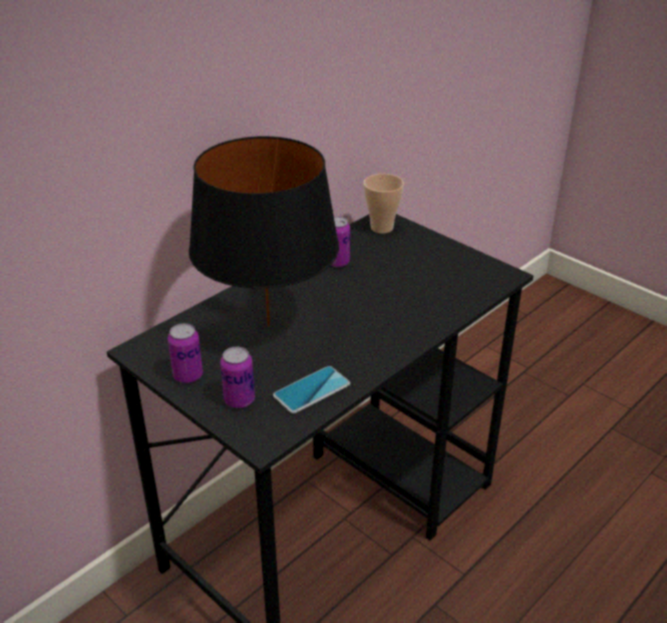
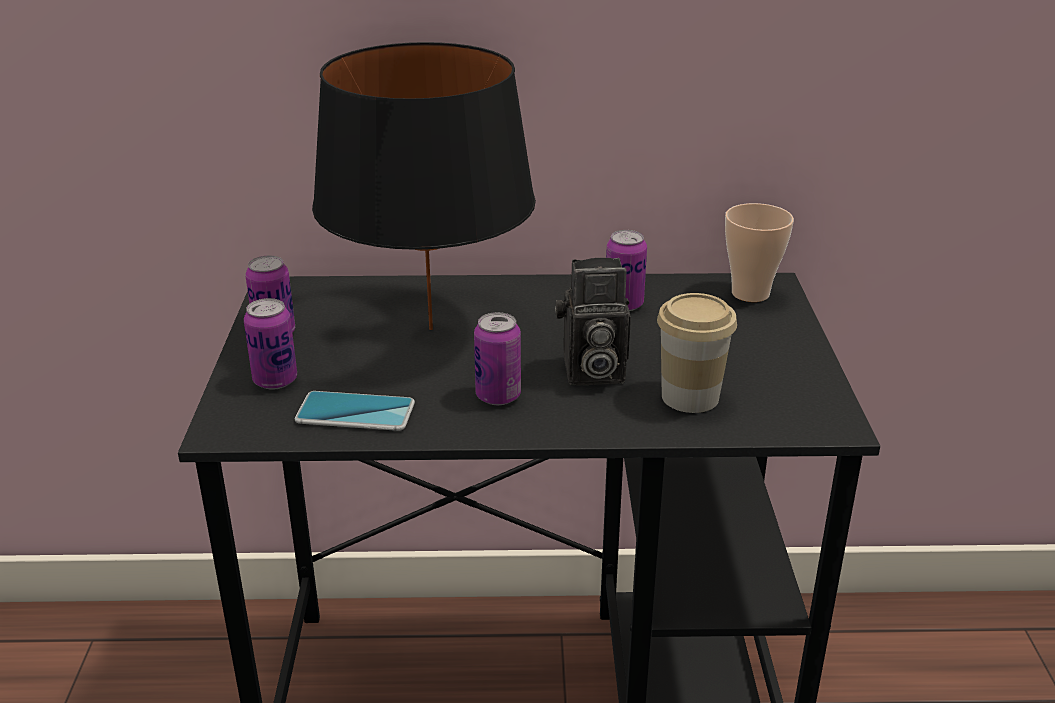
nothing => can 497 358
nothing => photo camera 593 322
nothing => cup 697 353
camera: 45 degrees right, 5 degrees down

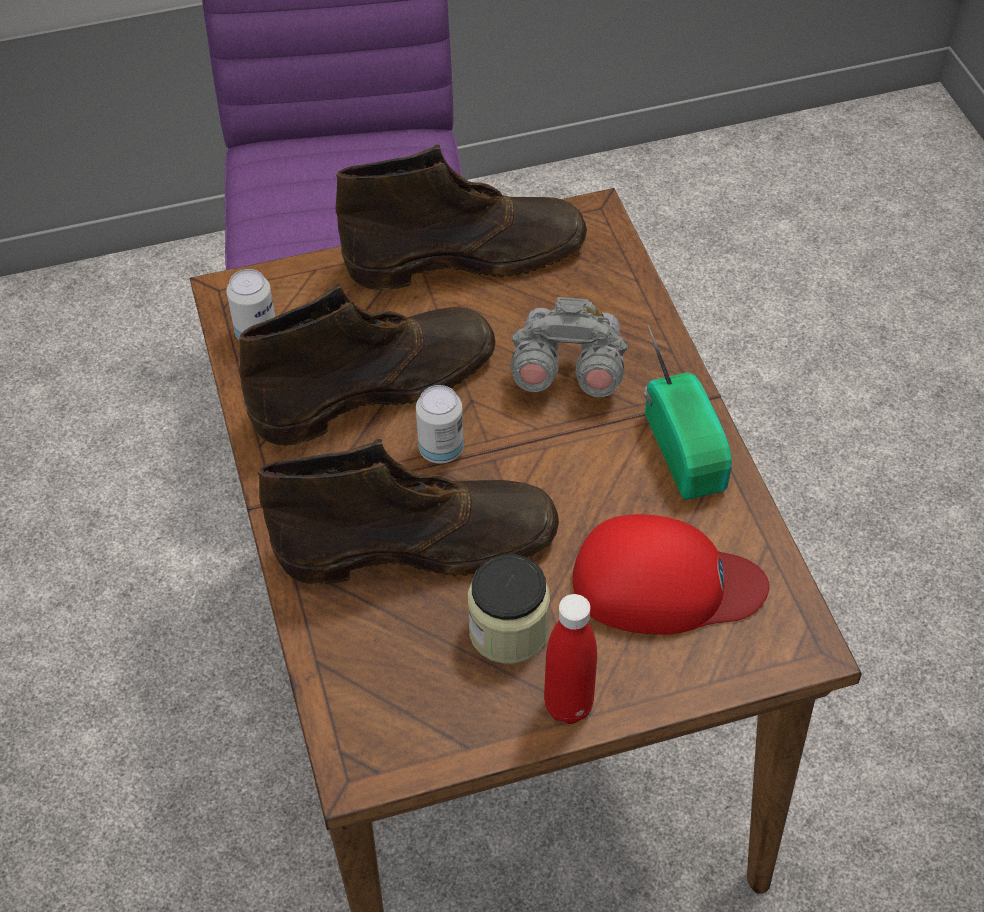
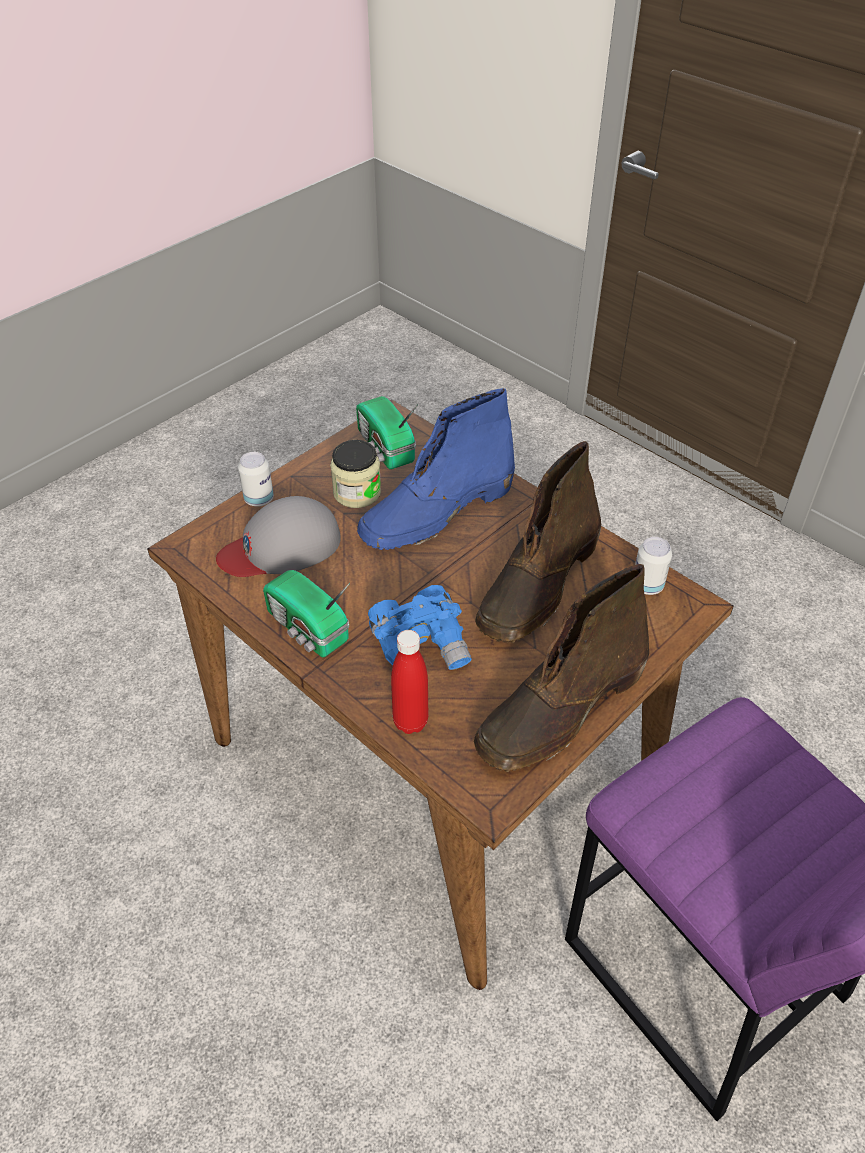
nothing => radio 387 432
can 440 424 => can 256 479, moved
red bottle 570 659 => red bottle 409 682, moved
brown boot 408 512 => blue boot 436 469
grey binoculars 569 347 => blue binoculars 420 627
red cap 670 574 => grey cap 278 536
camera: 150 degrees right, 5 degrees down

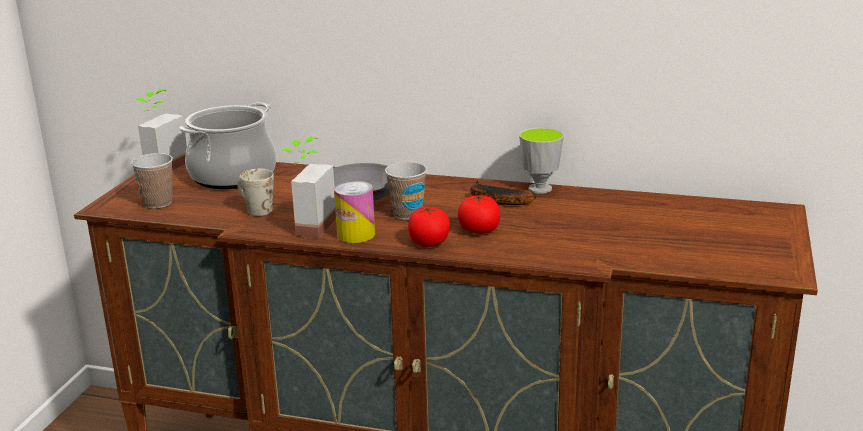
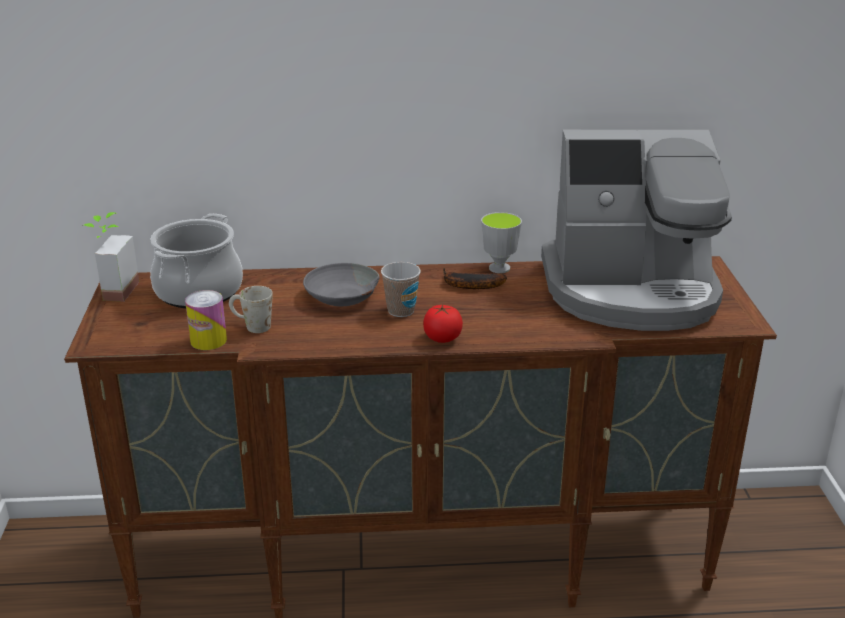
cup 152 181 => nothing
potted plant 308 187 => nothing
tomato 479 214 => nothing
nothing => coffee machine 636 230
can 354 212 => can 206 320, moved
camera: 20 degrees left, 5 degrees up

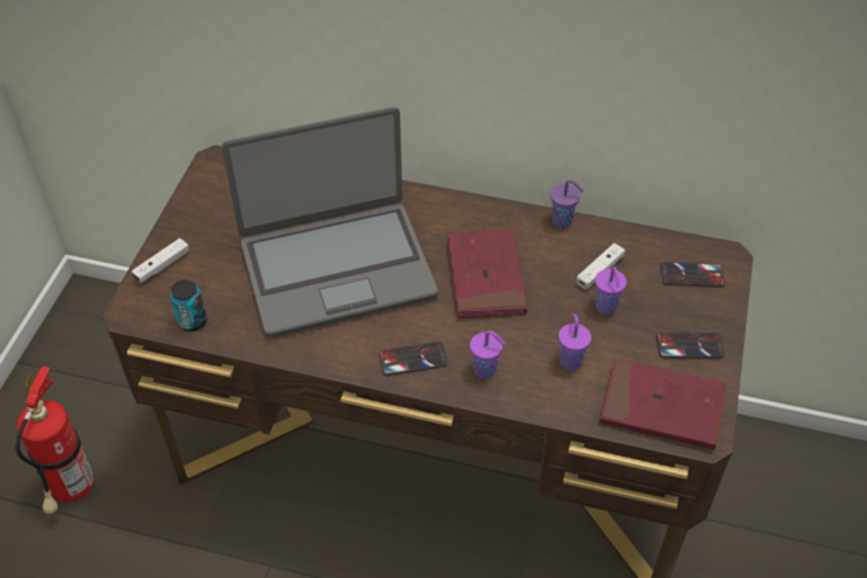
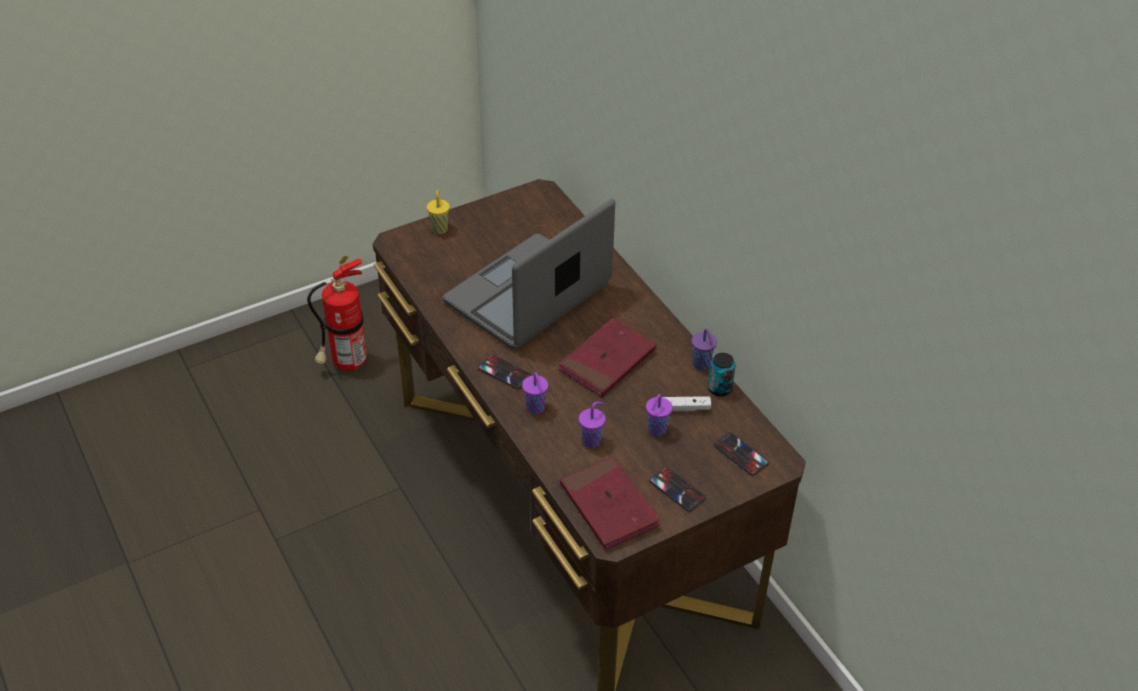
can 188 306 => can 722 375, moved
white game controller 160 260 => yellow cup 438 212
laptop 330 222 => laptop 529 274, 105 degrees clockwise
camera: 45 degrees right, 5 degrees down

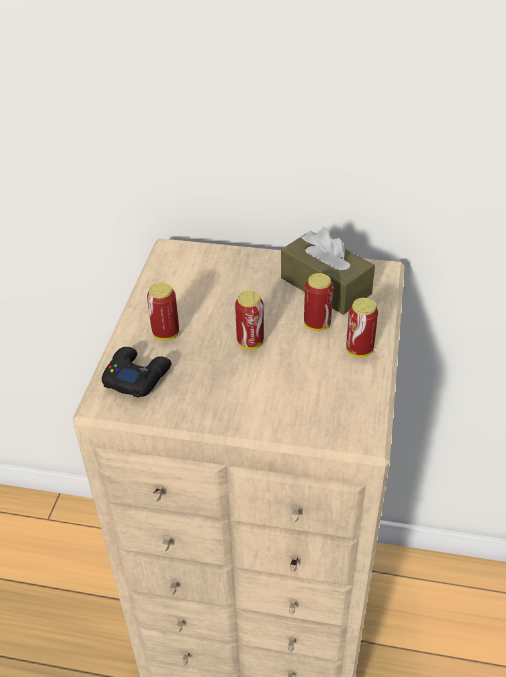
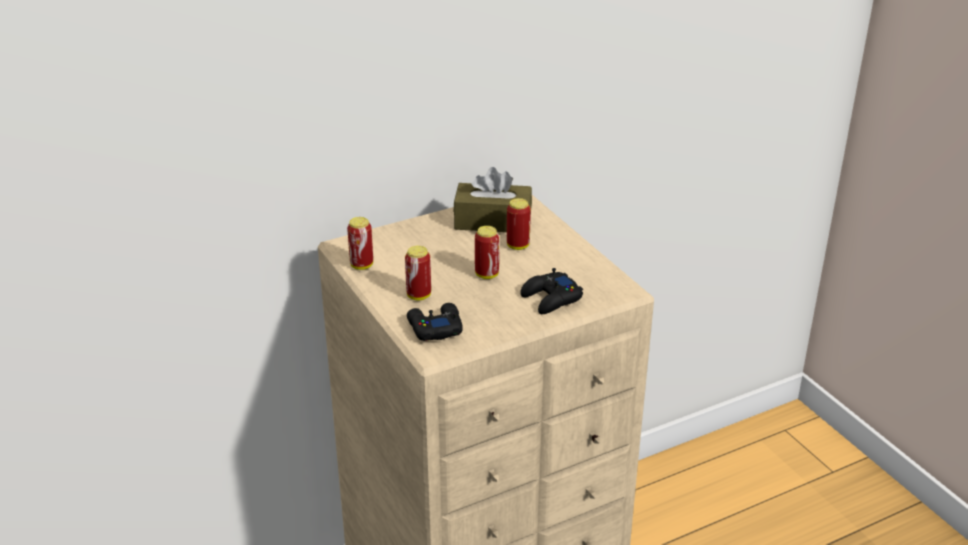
nothing => black game controller 551 291
can 362 328 => can 360 243, moved
camera: 40 degrees left, 10 degrees down

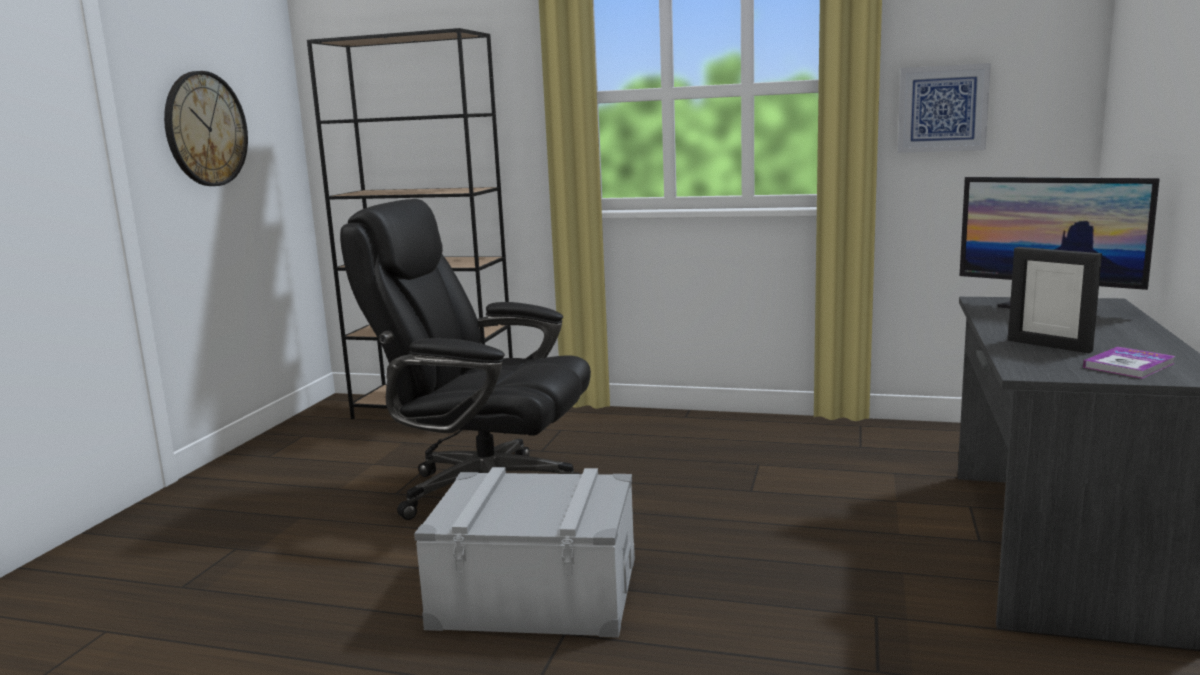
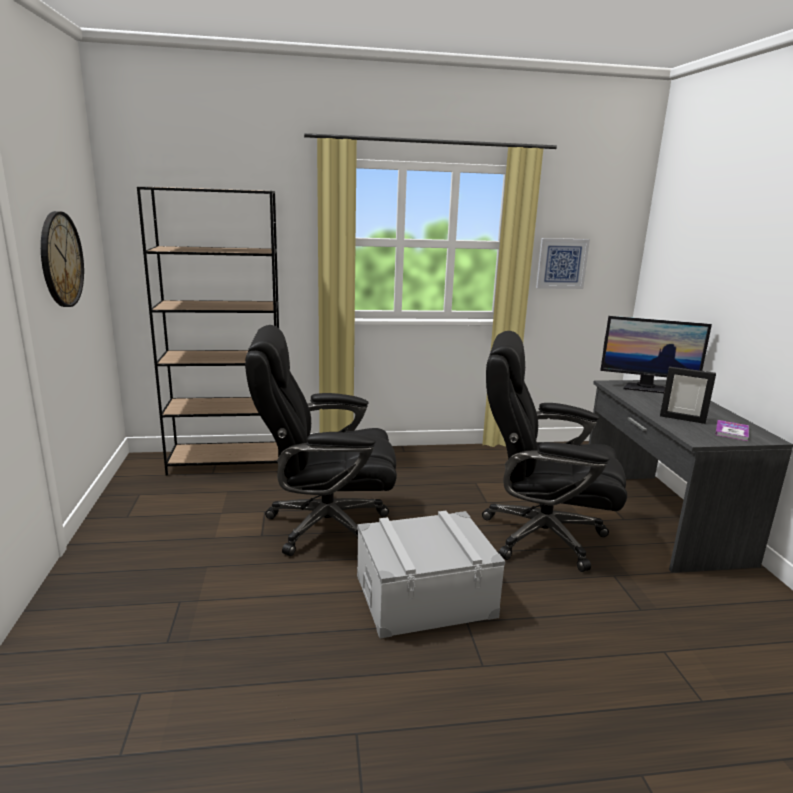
nothing => black office chair 554 451
camera: 25 degrees left, 5 degrees up

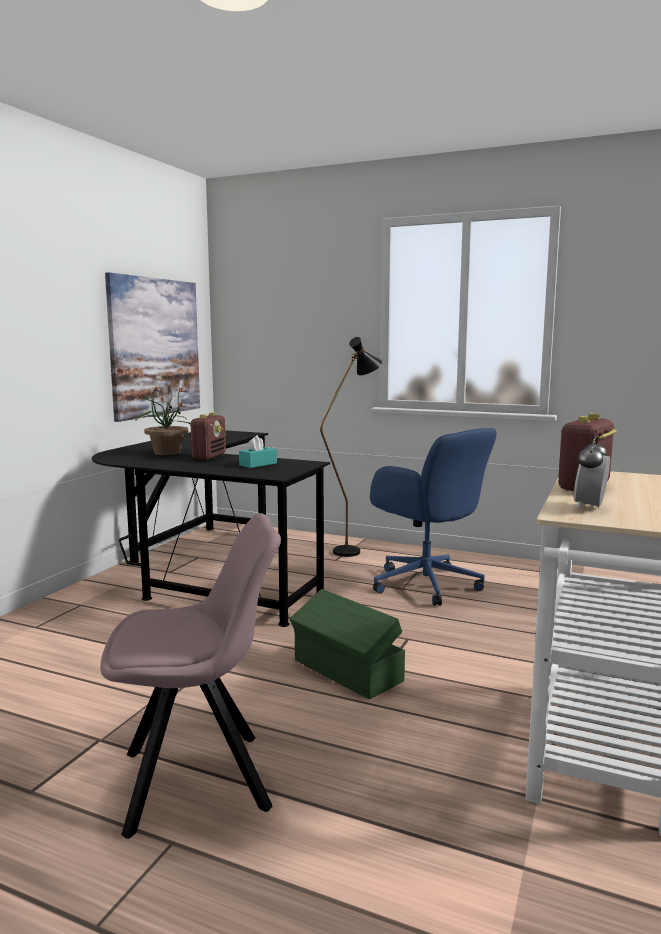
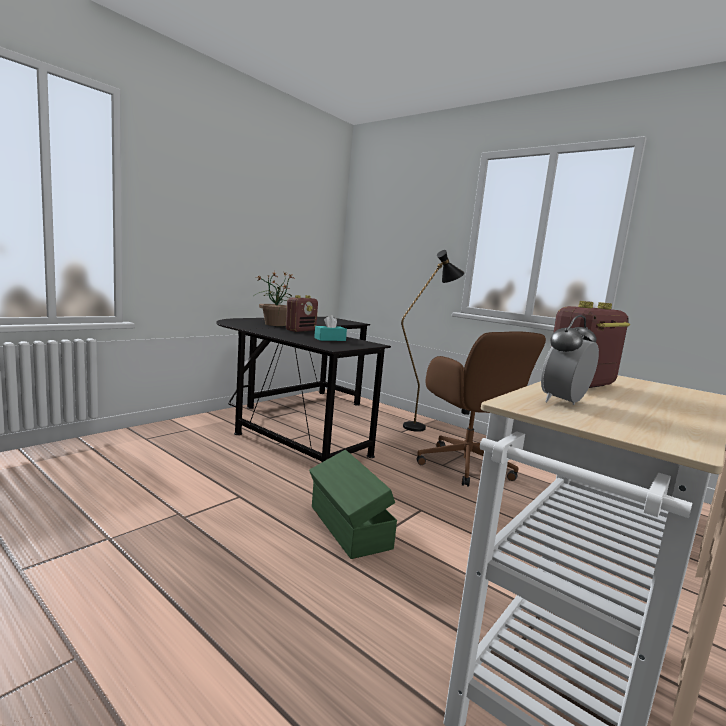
pink chair 190 676 => nothing
picture 152 347 => nothing
blue office chair 433 517 => brown office chair 481 409
camera: 15 degrees right, 0 degrees up

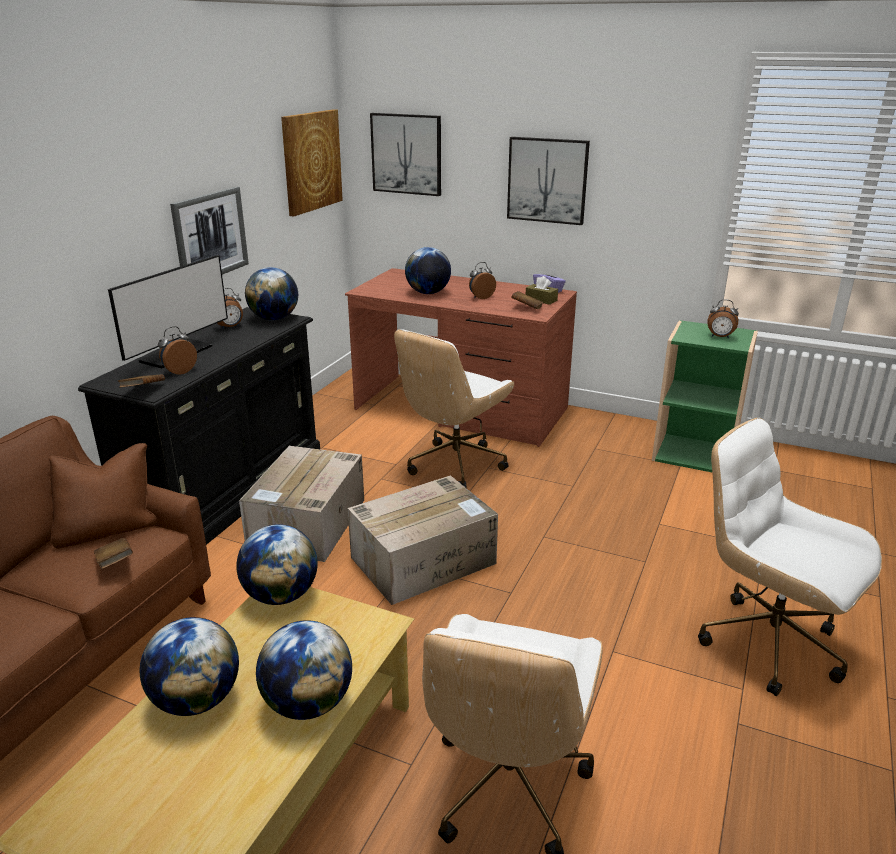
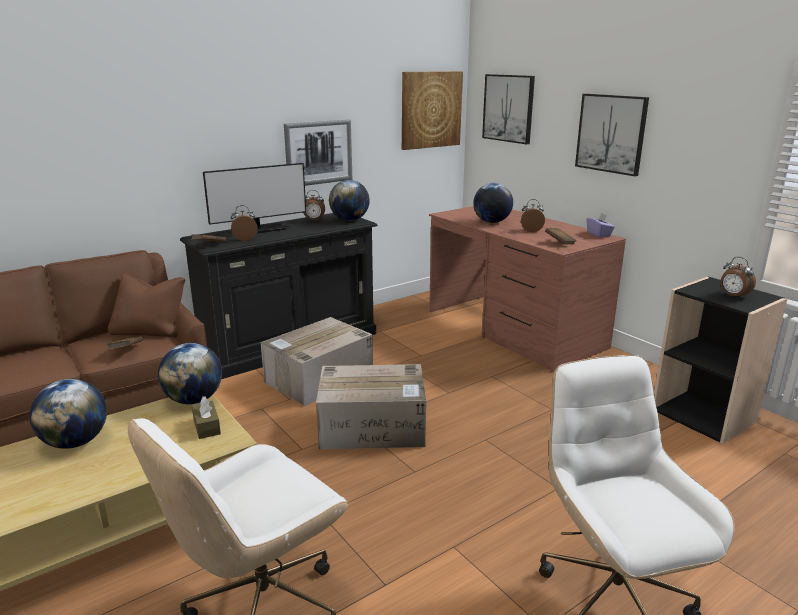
globe 304 670 => nothing
white office chair 454 408 => nothing
brown tissue box 542 290 => brown tissue box 206 417, moved
green bookcase 705 396 => black bookcase 720 360
camera: 30 degrees right, 5 degrees down

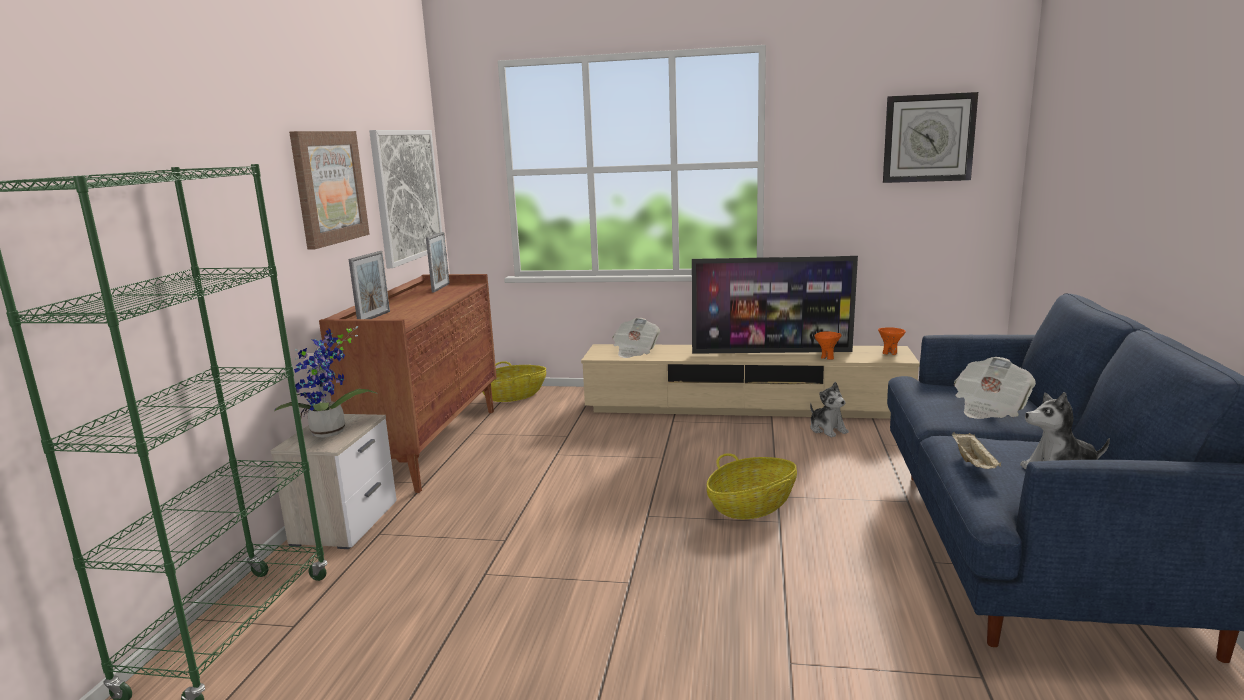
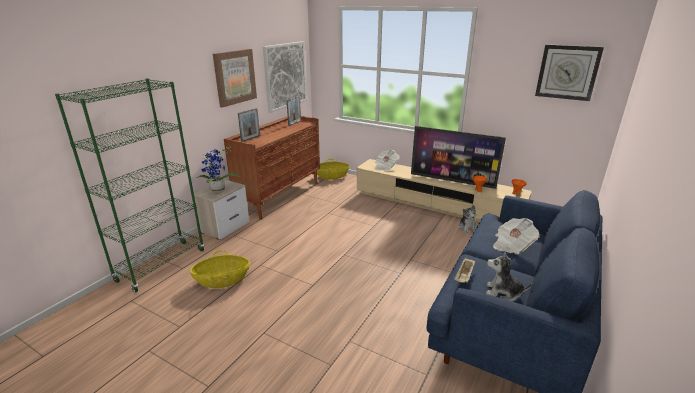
basket 752 486 => basket 220 269, moved
camera: 20 degrees right, 10 degrees up

